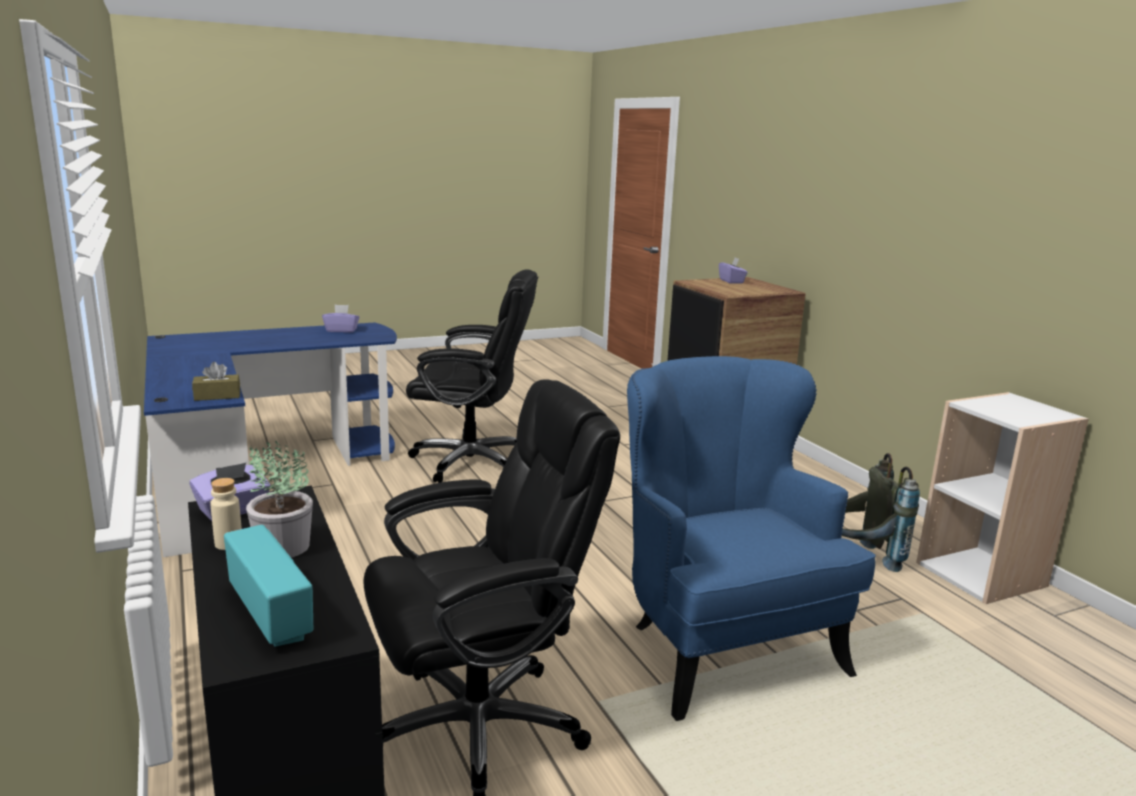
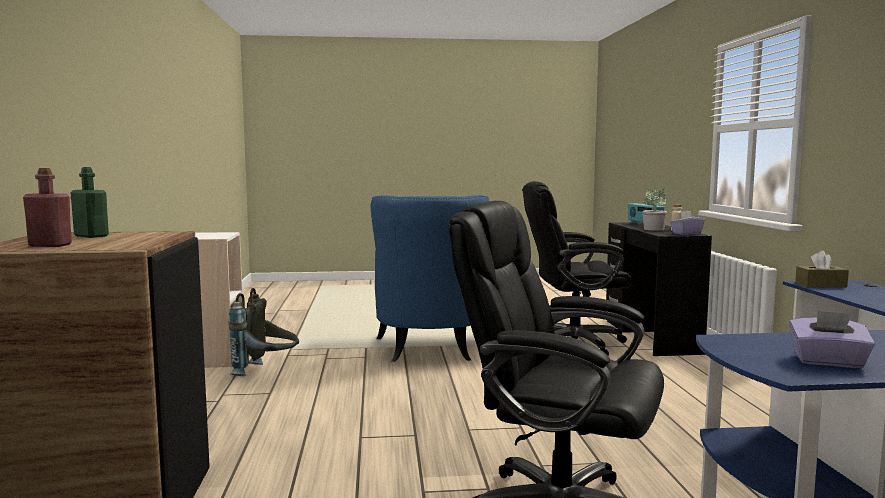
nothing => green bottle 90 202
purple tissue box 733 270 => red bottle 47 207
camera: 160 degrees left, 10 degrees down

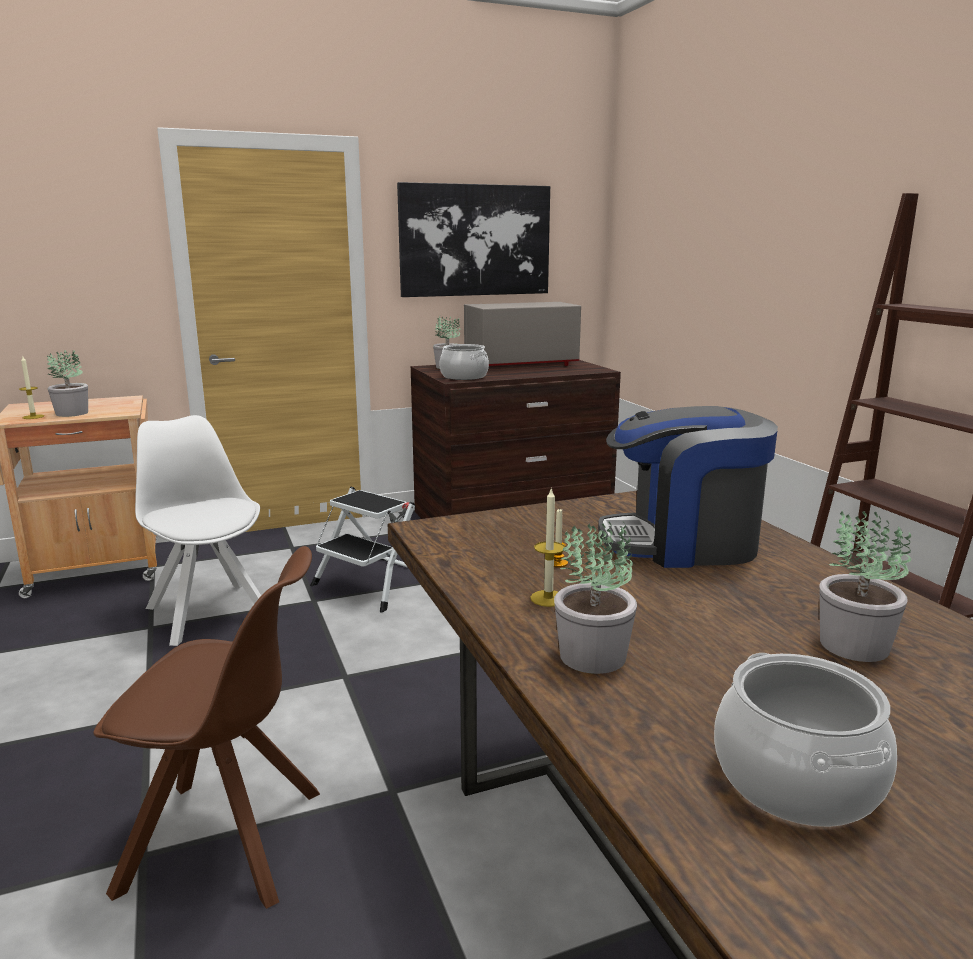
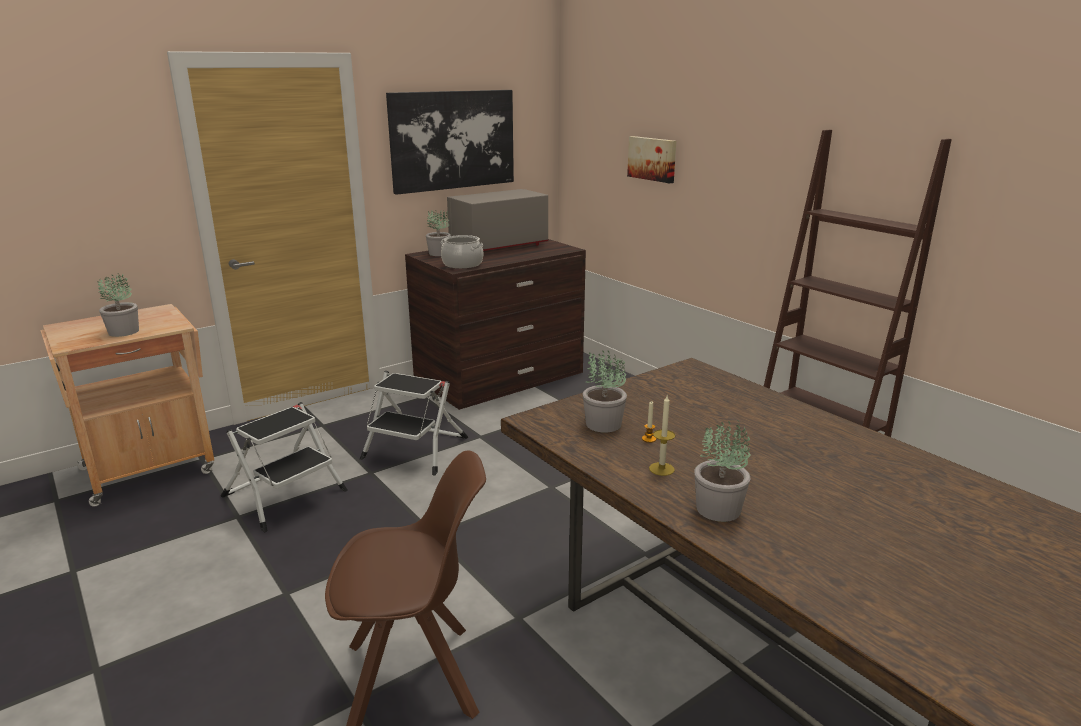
candle 31 387 => nothing
coffee machine 688 487 => nothing
cooking pot 805 740 => nothing
nothing => picture 652 159
potted plant 865 585 => potted plant 605 391, moved
white chair 198 530 => step ladder 284 467
camera: 15 degrees left, 5 degrees up

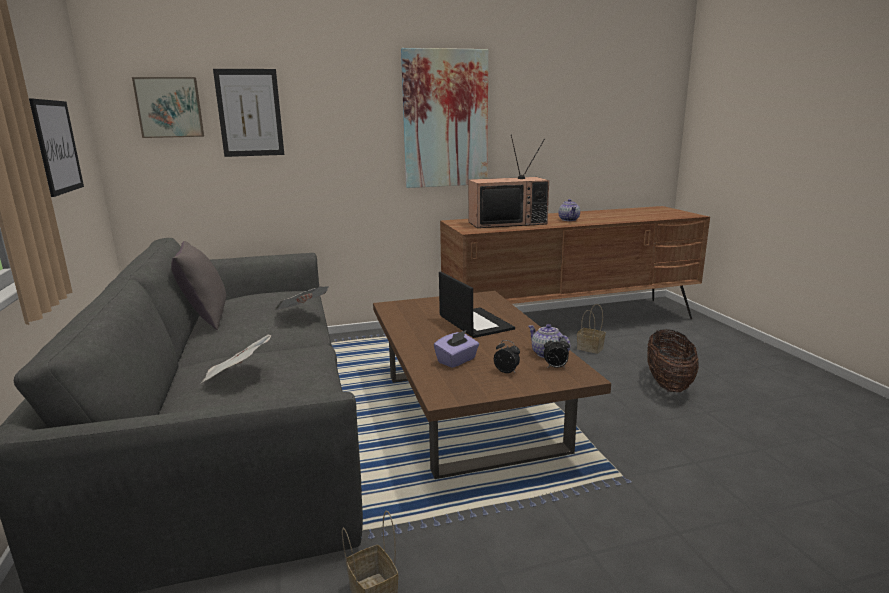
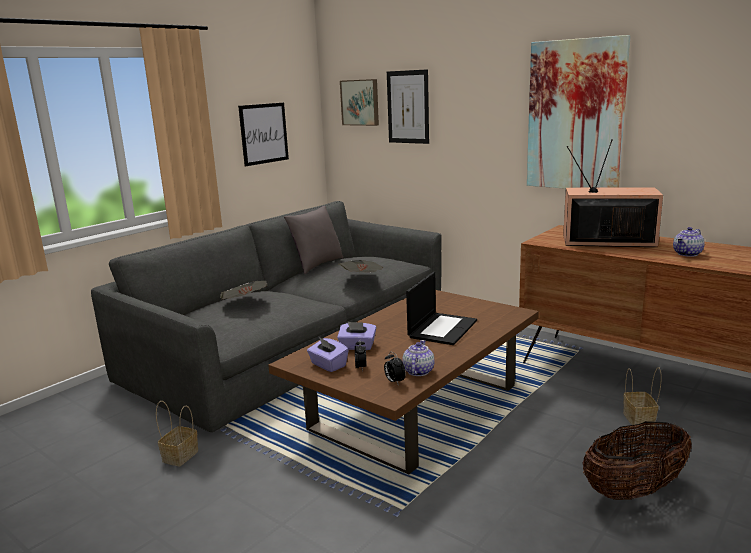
nothing => purple tissue box 327 354
television 508 181 => television 613 193, 150 degrees clockwise
camera: 55 degrees right, 0 degrees up

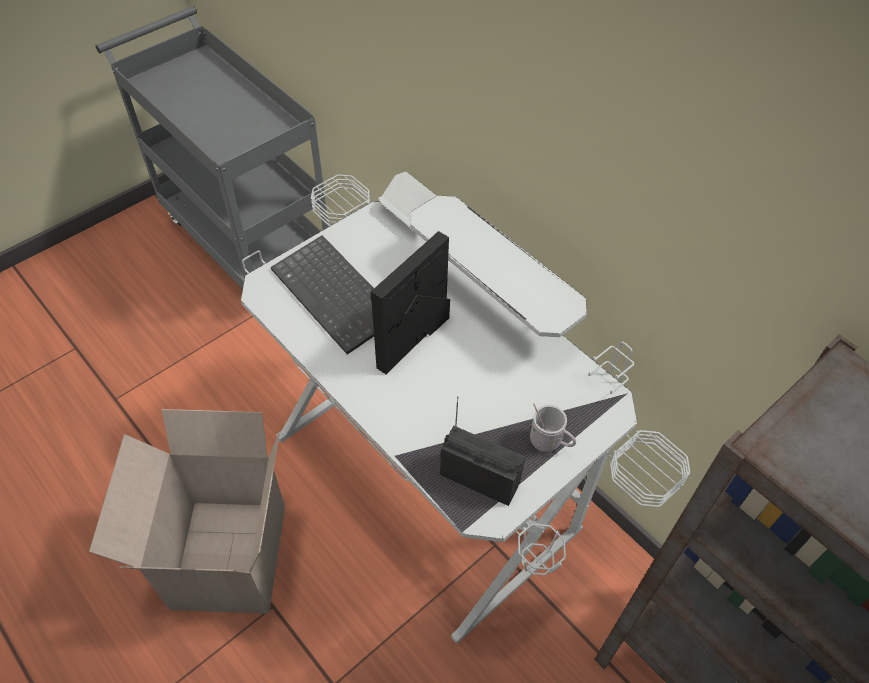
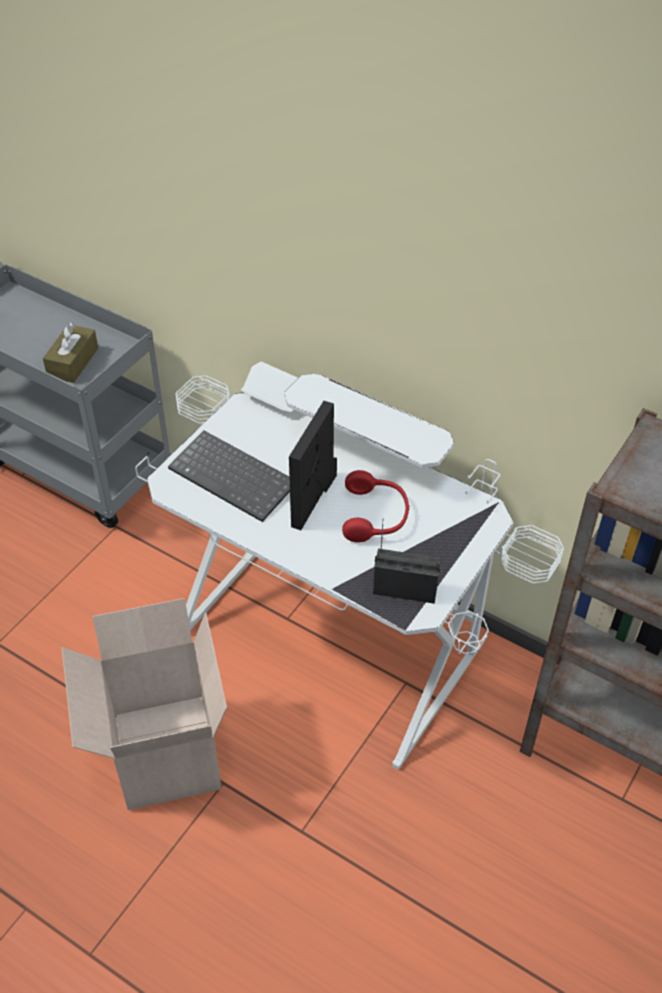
white mug 553 427 => nothing
nothing => brown tissue box 70 352
nothing => red headphones 375 506
camera: 15 degrees left, 5 degrees down

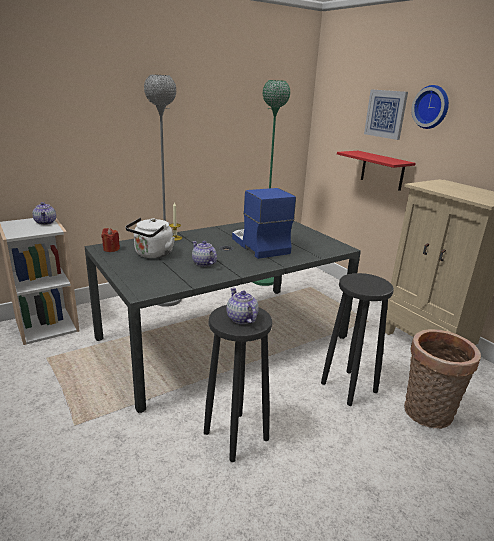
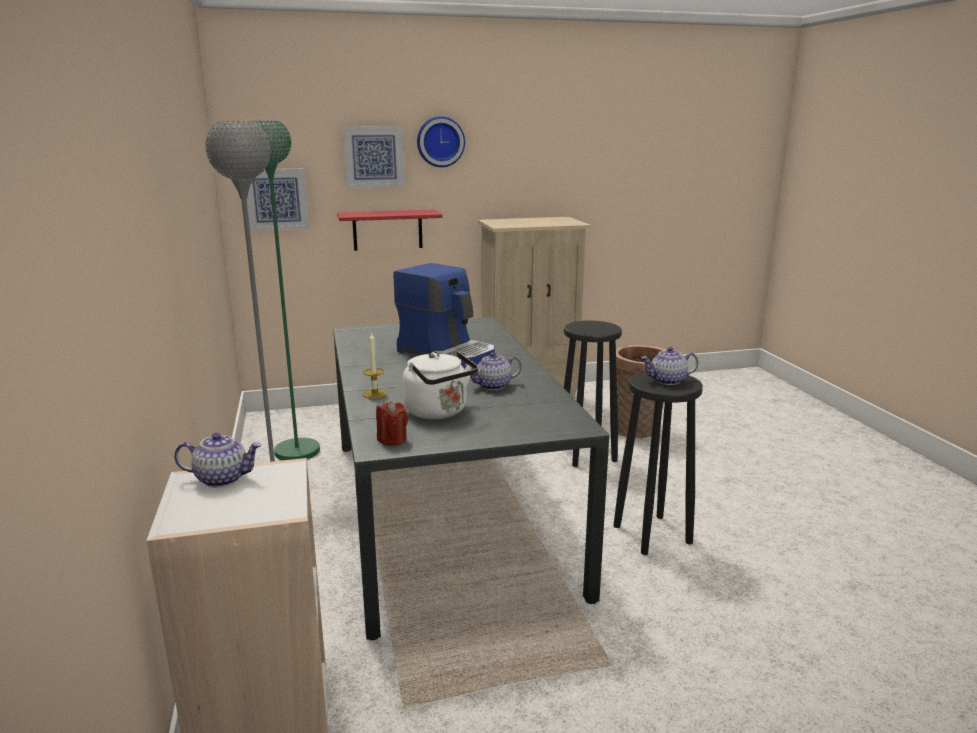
nothing => picture 278 200
coffee machine 264 223 => coffee machine 444 315, 135 degrees counterclockwise
camera: 70 degrees left, 5 degrees down

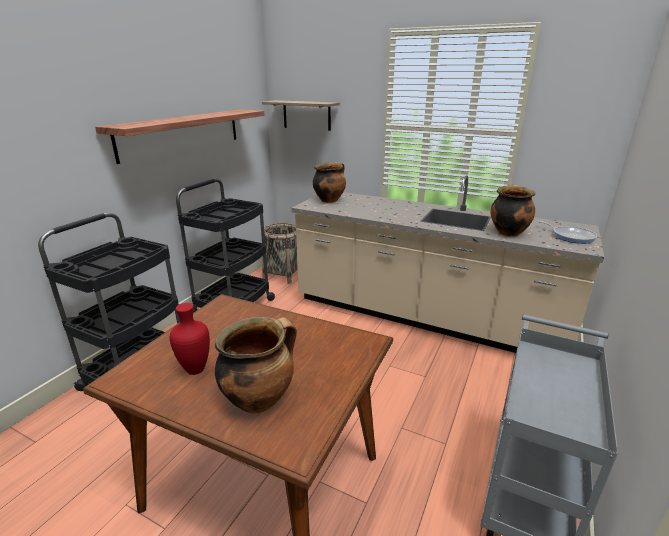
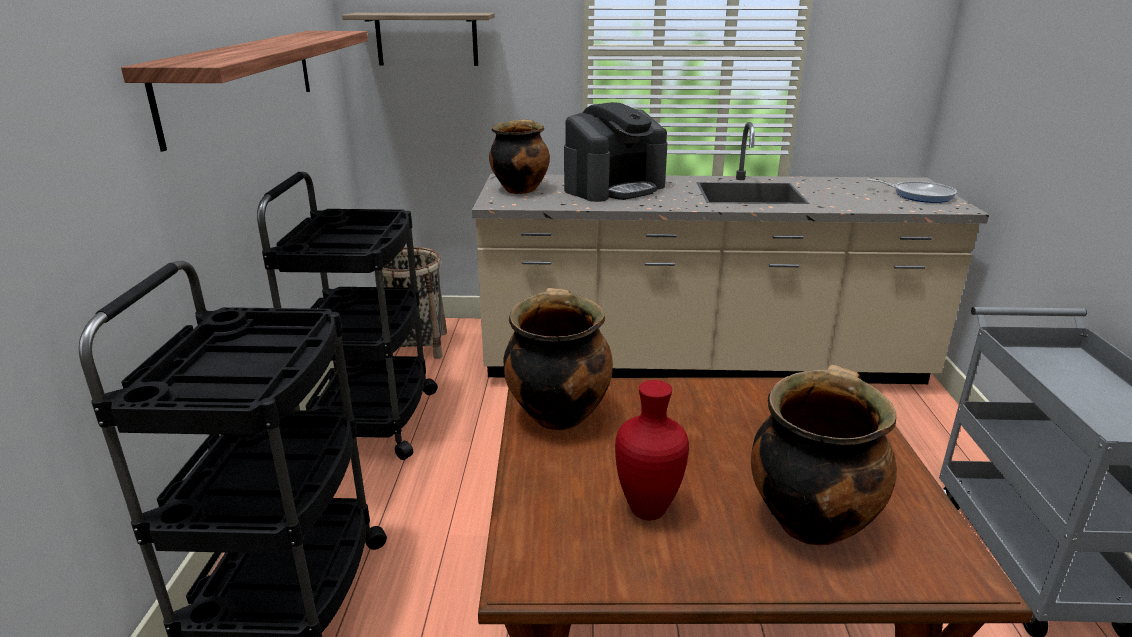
nothing => coffee machine 616 152
cooking pot 513 210 => cooking pot 558 359, moved
camera: 25 degrees left, 0 degrees up

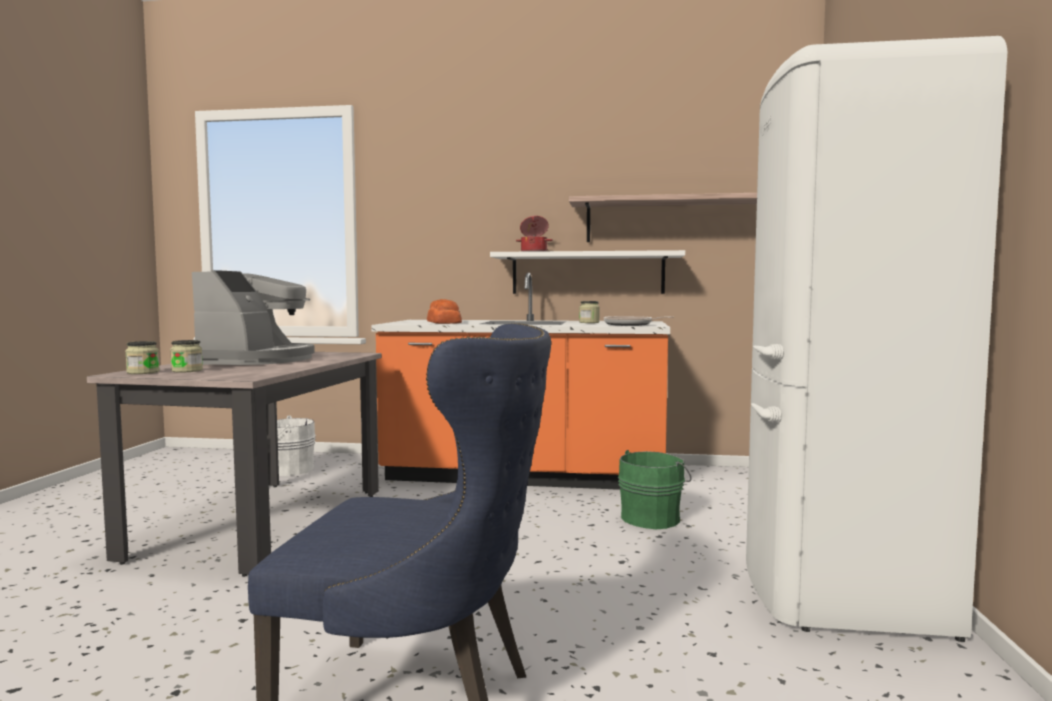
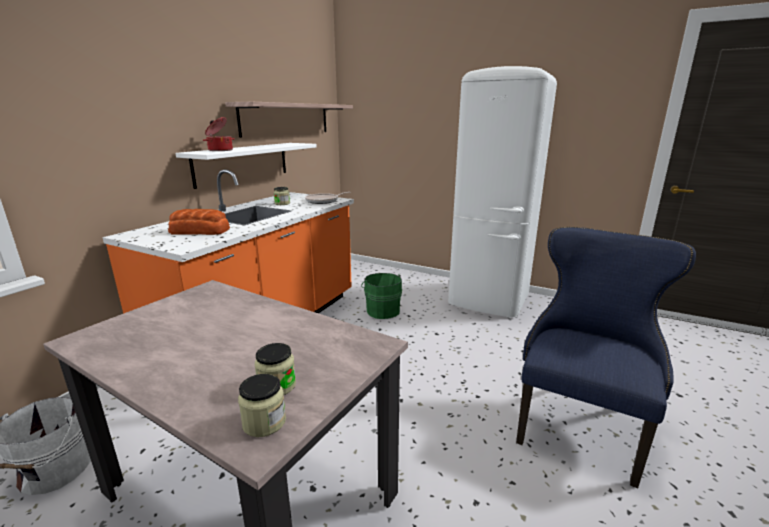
coffee machine 253 317 => nothing
camera: 70 degrees left, 15 degrees up

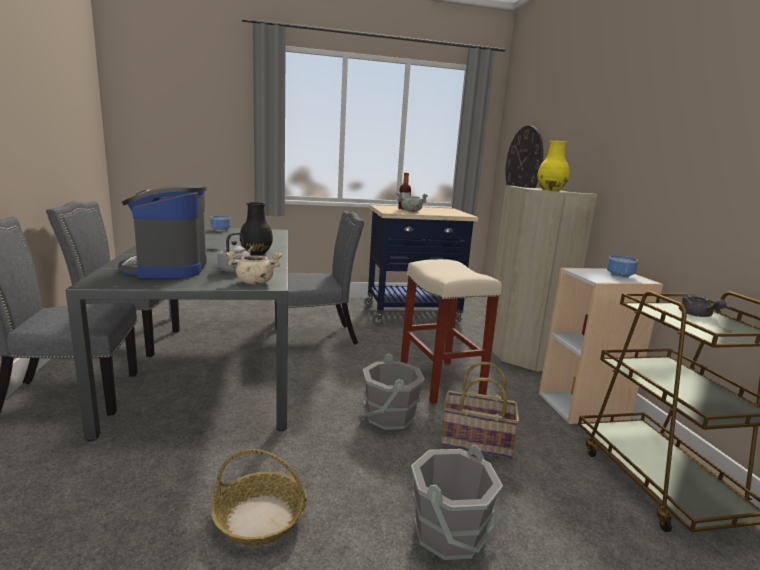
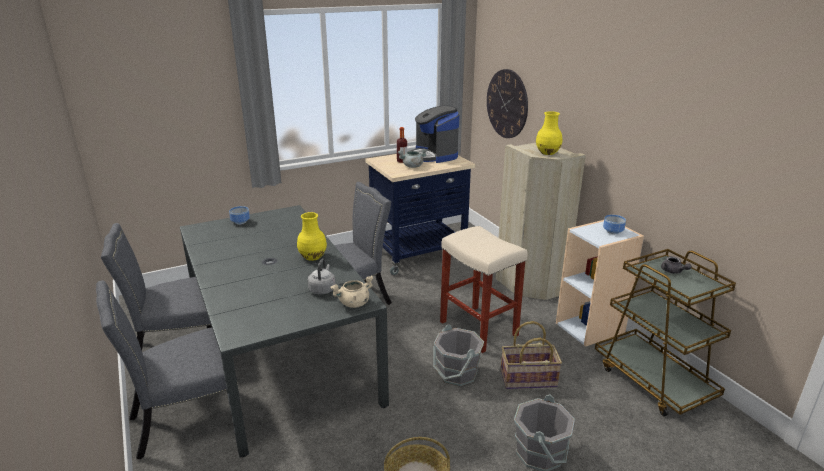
coffee machine 162 232 => coffee machine 435 134, moved
black vase 256 228 => yellow vase 312 236
camera: 15 degrees left, 10 degrees up

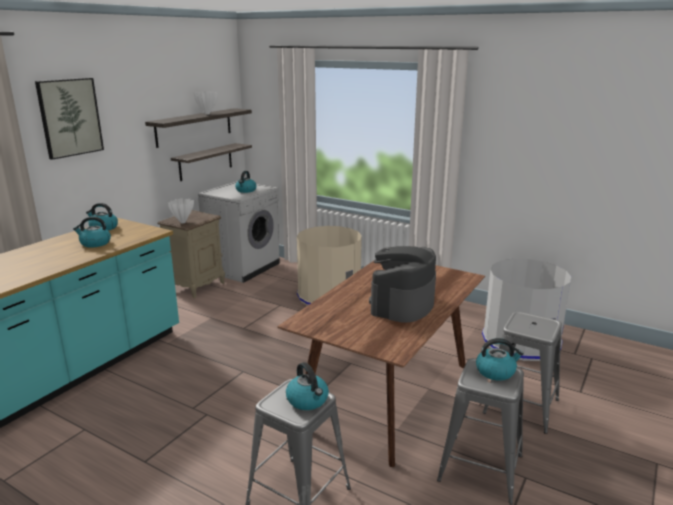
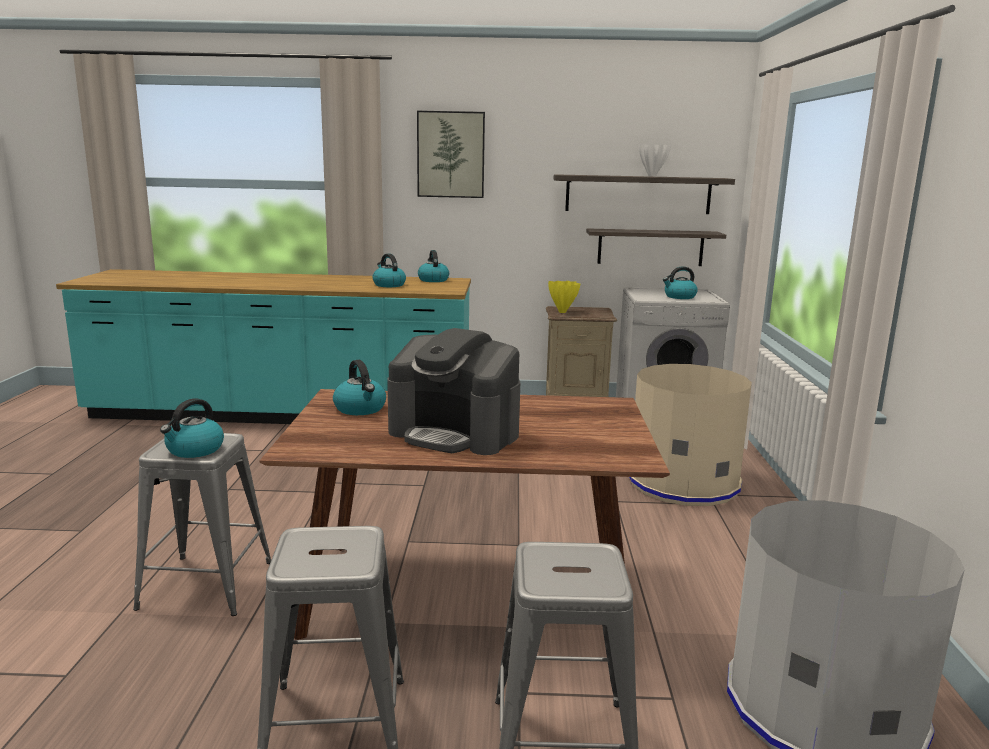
kettle 500 359 => kettle 359 387, moved
white vase 180 210 => yellow vase 564 297
coffee machine 402 284 => coffee machine 453 391, 150 degrees counterclockwise
camera: 60 degrees right, 5 degrees down

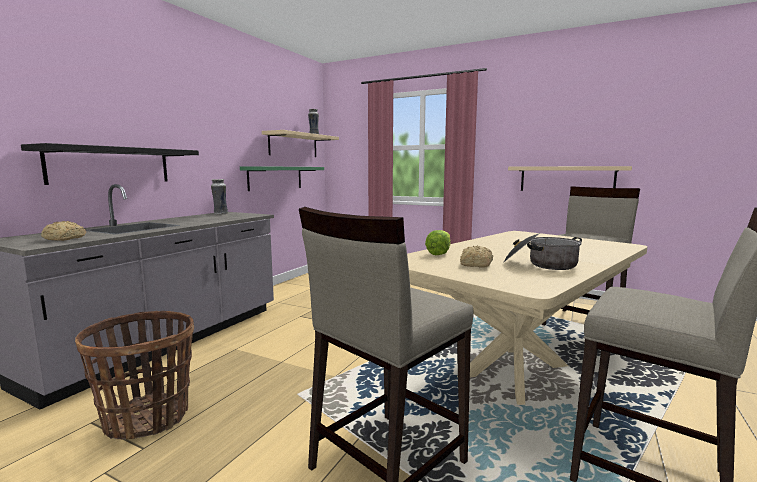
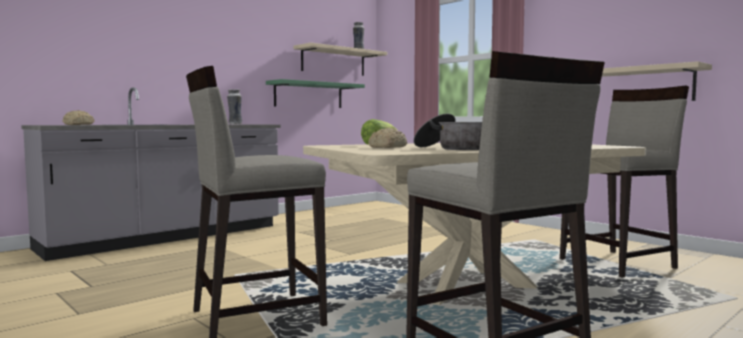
black shelf 110 164 => nothing
basket 134 375 => nothing
camera: 20 degrees right, 5 degrees down

